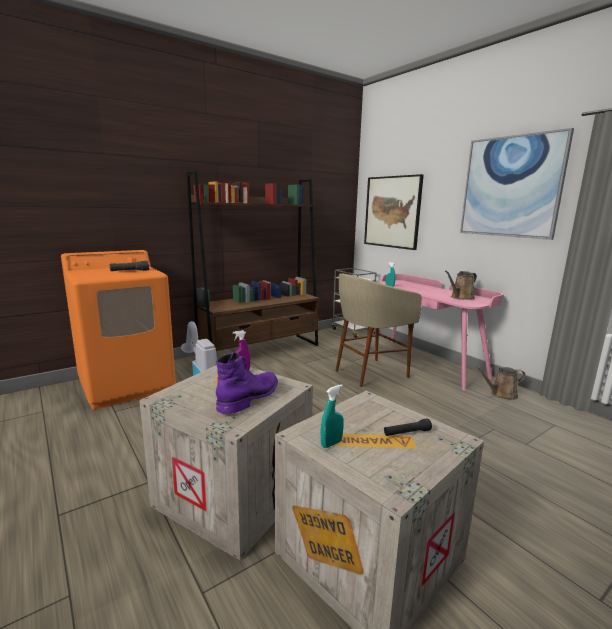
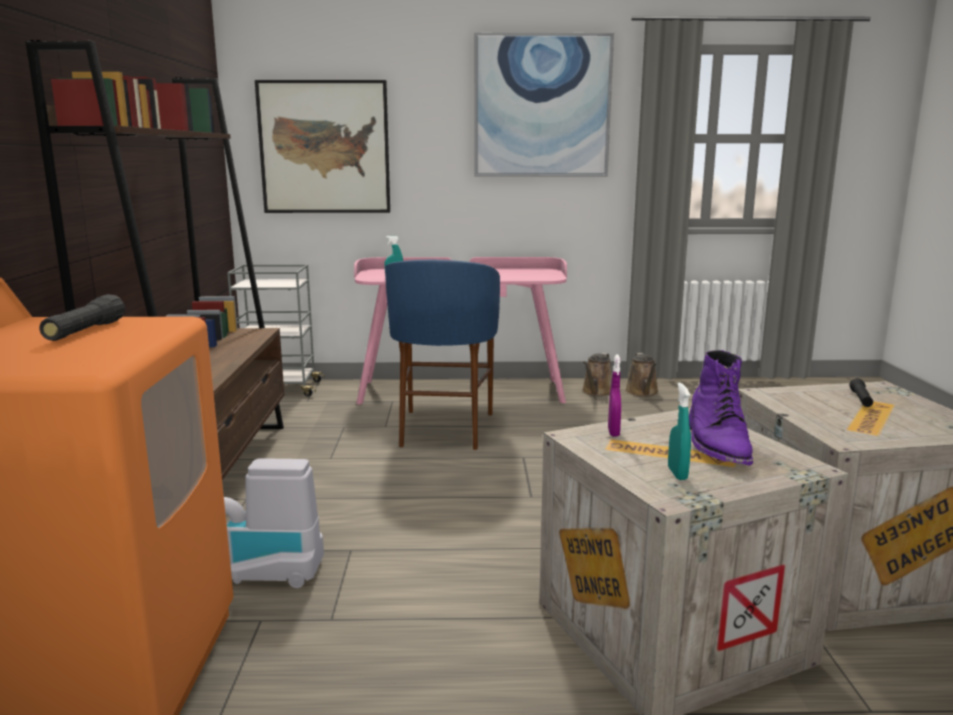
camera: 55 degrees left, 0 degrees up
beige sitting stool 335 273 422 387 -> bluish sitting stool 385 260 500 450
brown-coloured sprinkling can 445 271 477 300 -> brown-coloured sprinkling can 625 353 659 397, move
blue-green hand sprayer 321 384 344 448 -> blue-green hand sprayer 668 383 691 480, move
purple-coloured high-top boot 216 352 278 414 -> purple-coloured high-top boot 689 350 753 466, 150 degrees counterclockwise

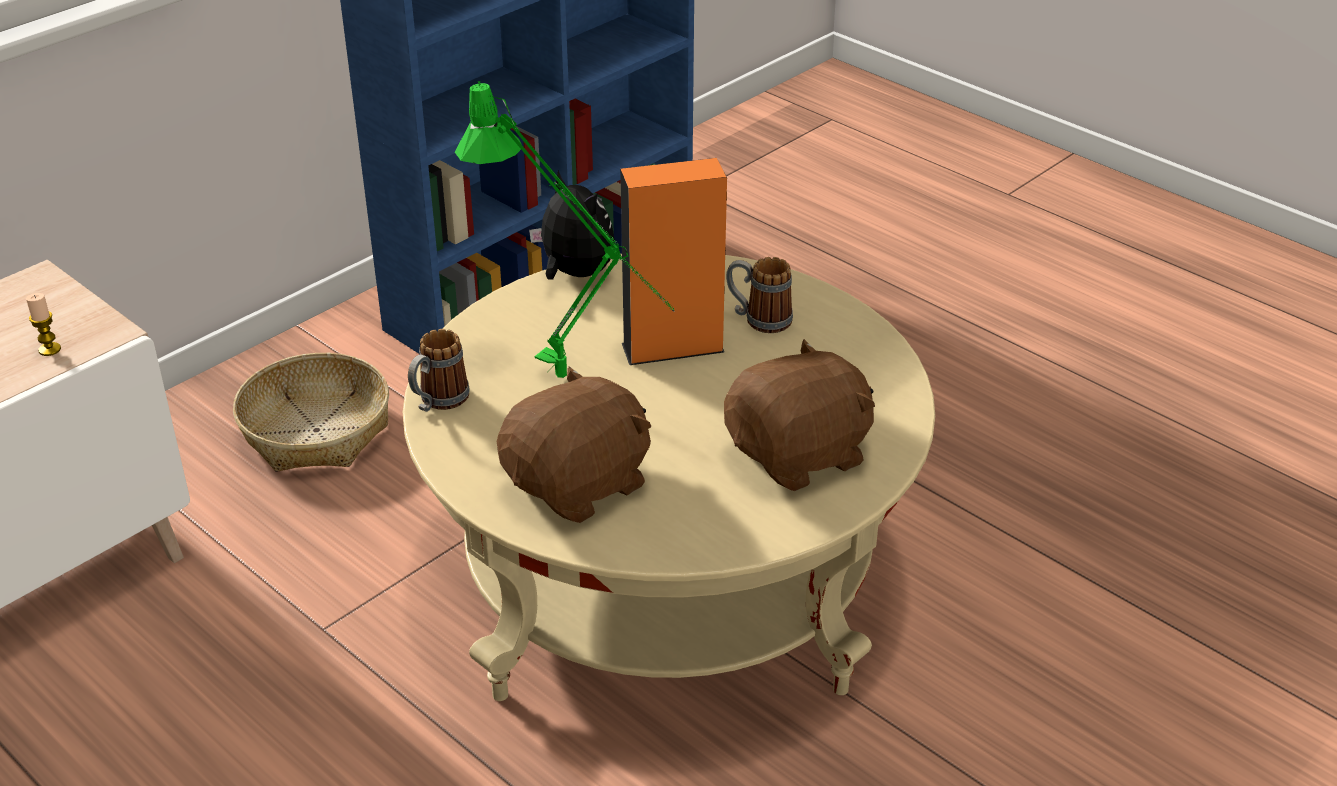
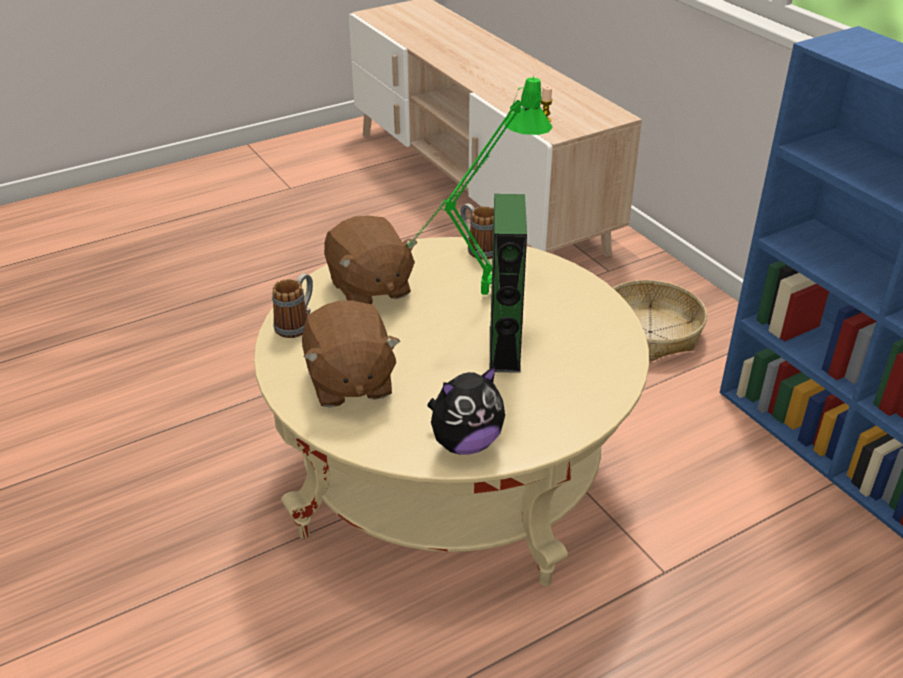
camera: 105 degrees right, 0 degrees up
coffee mug 726 257 793 333 -> coffee mug 272 273 313 338, move
soft toy 529 170 615 280 -> soft toy 427 365 505 455, move
orangey loudspeaker 620 158 727 365 -> green-coloured loudspeaker 490 194 527 373

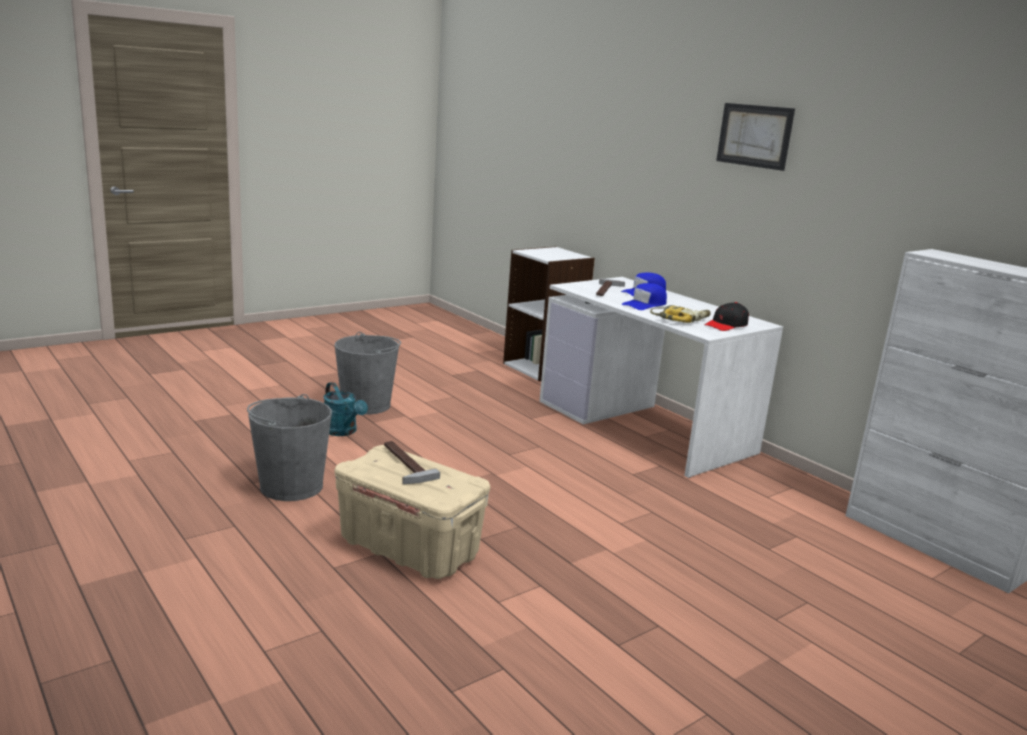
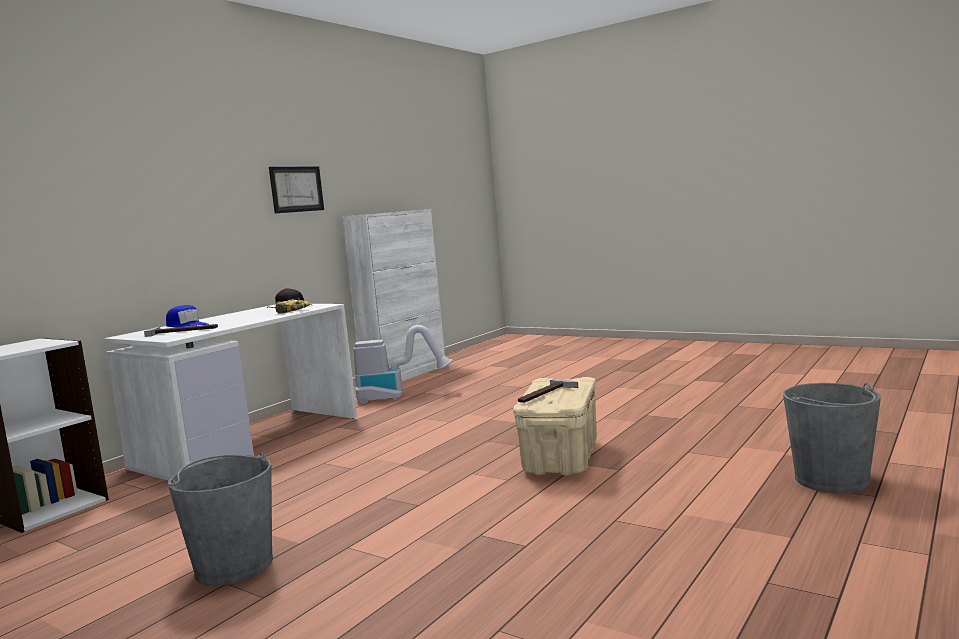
camera: 105 degrees left, 10 degrees down
wall picture 716 103 795 171 -> wall picture 269 167 324 213, move
none -> vacuum 354 325 453 404
grey water bucket 247 394 332 501 -> grey water bucket 783 383 881 493, move
blue-green sprinkling can 323 382 368 436 -> none
bluish baseball cap 622 283 667 310 -> none

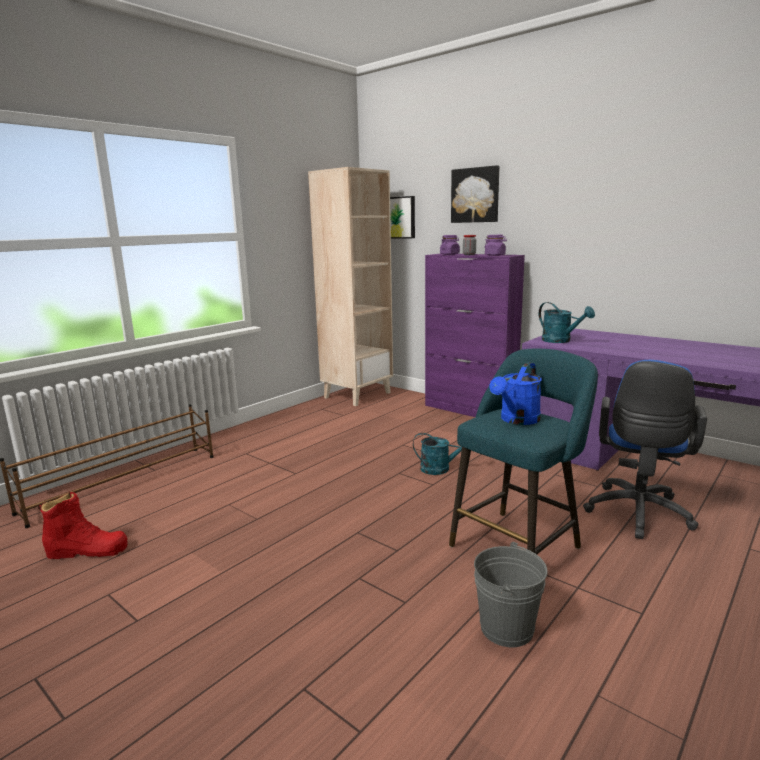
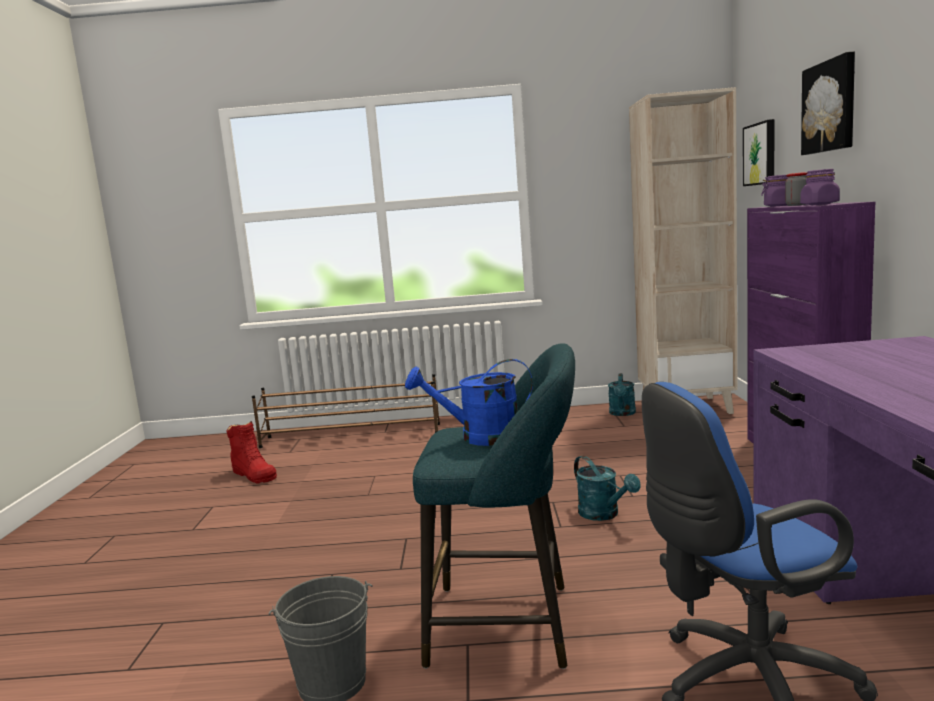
camera: 50 degrees right, 5 degrees down
blue-green sprinkling can 539 302 595 343 -> blue-green sprinkling can 608 373 636 416, move

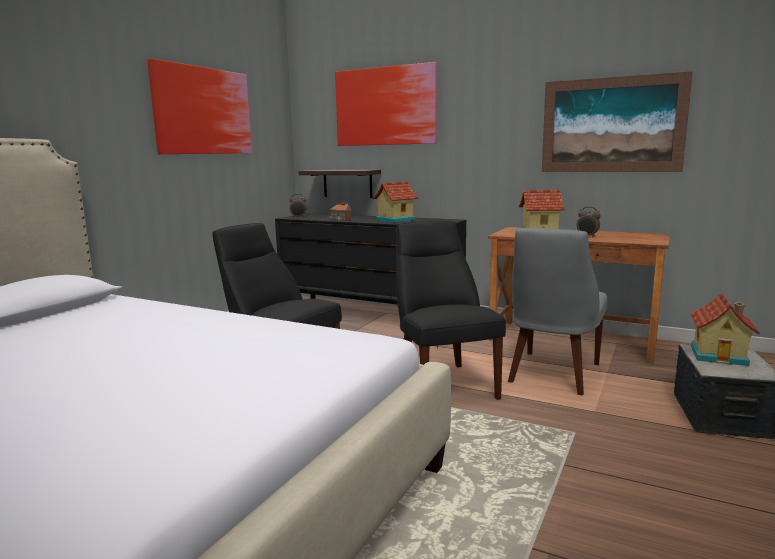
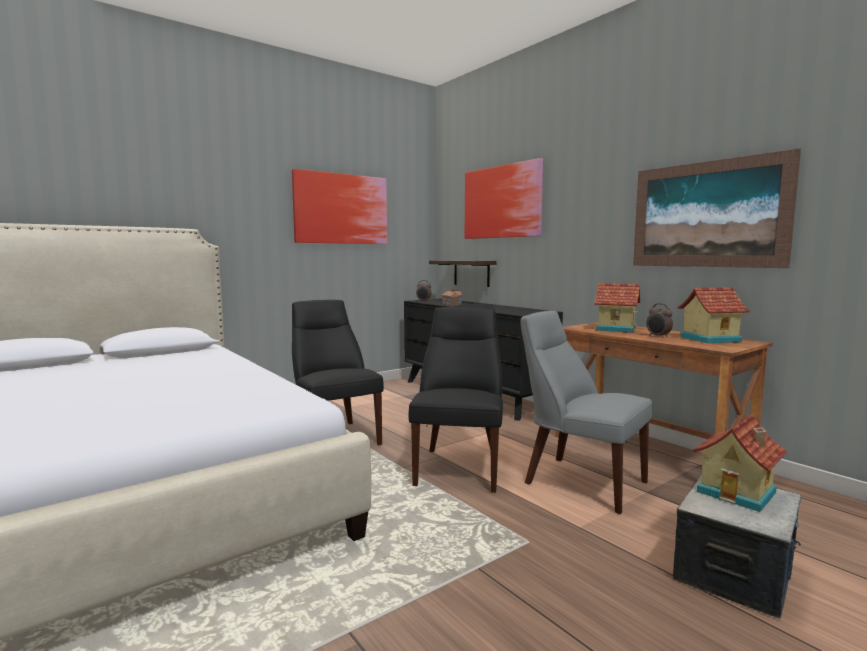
camera: 25 degrees right, 5 degrees down
grey plain chair 508 228 607 395 -> grey plain chair 521 311 652 514, 75 degrees clockwise
toy house 373 182 418 223 -> toy house 678 287 750 343, move

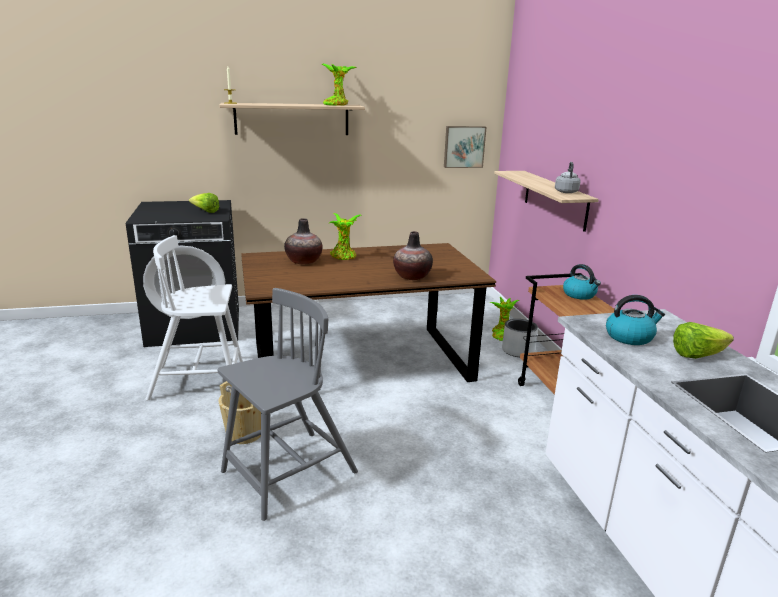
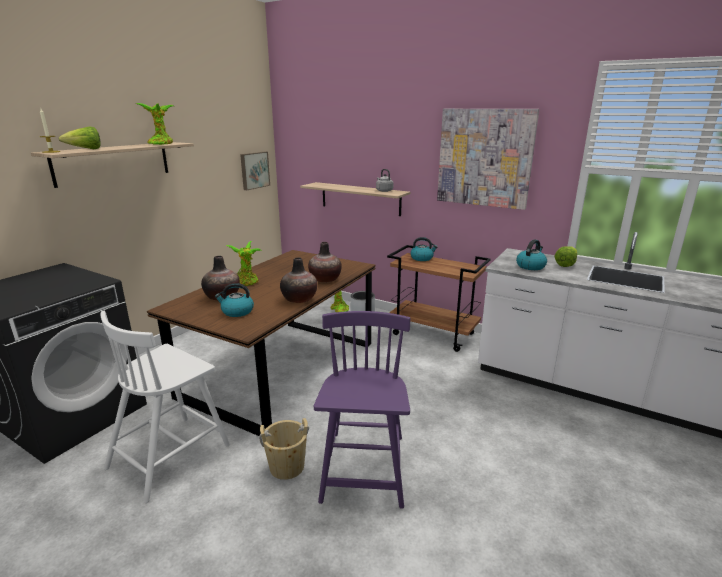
camera: 45 degrees left, 0 degrees up
head of lettuce 189 193 219 213 -> head of lettuce 59 126 100 149, move
none -> tea kettle 215 283 254 317
none -> vase 280 257 317 303
grey plain chair 218 288 358 521 -> purple-coloured plain chair 314 311 410 509
none -> wall picture 437 109 539 210

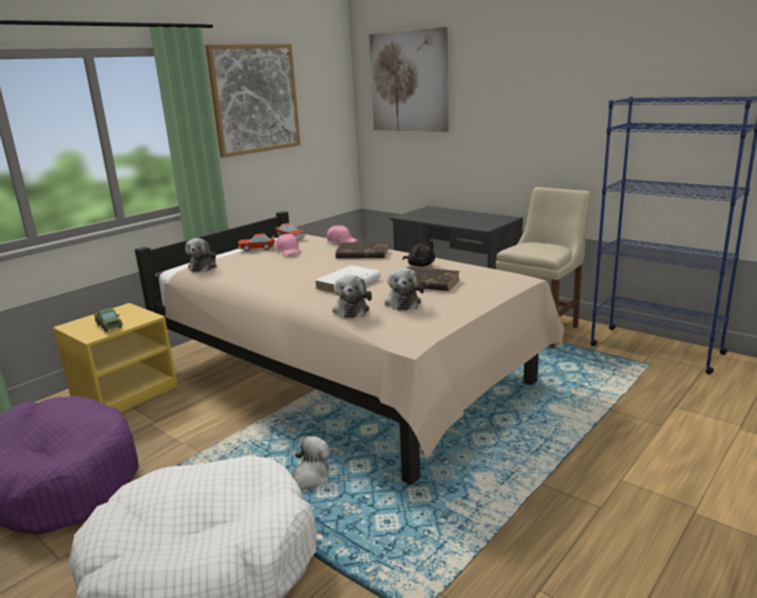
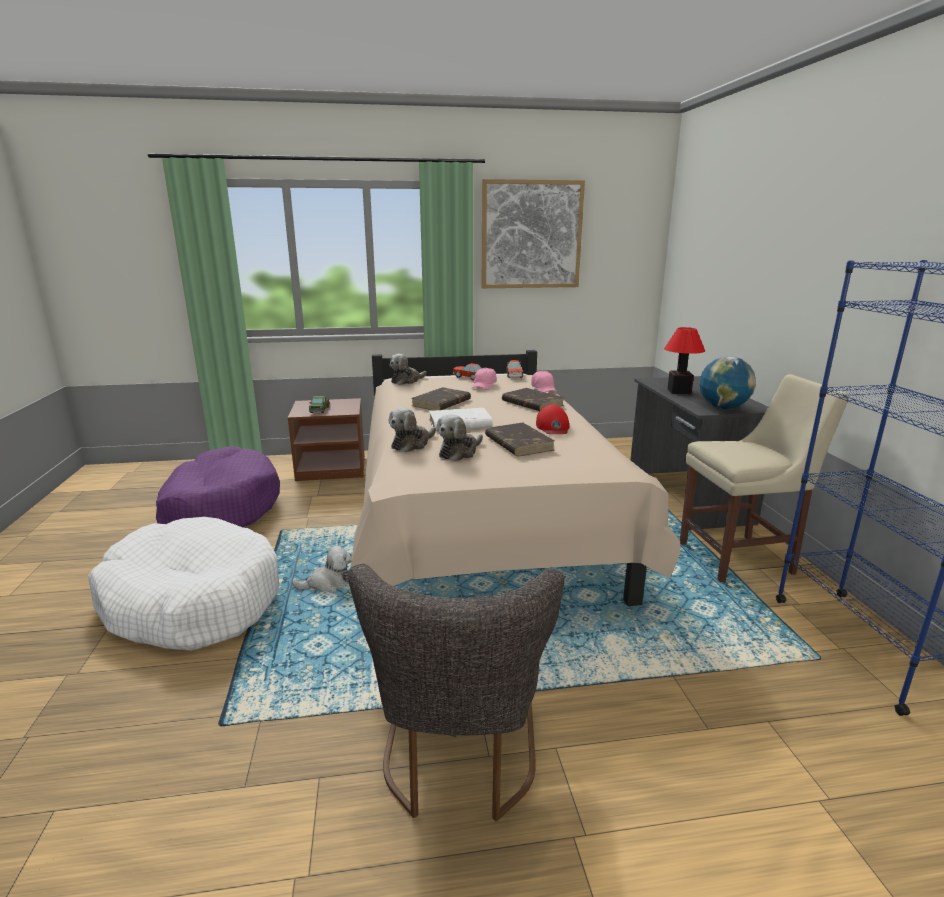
camera: 40 degrees right, 0 degrees up
yellow bedside table 53 303 178 412 -> brown-coloured bedside table 288 398 365 481
none -> grey plain chair 348 564 564 821
none -> brown-coloured bound book 412 387 471 411
black soft toy 403 242 435 267 -> red-coloured baseball cap 536 405 569 434
none -> table lamp 664 327 705 394
none -> world globe 699 356 756 409
wall picture 369 27 448 132 -> none

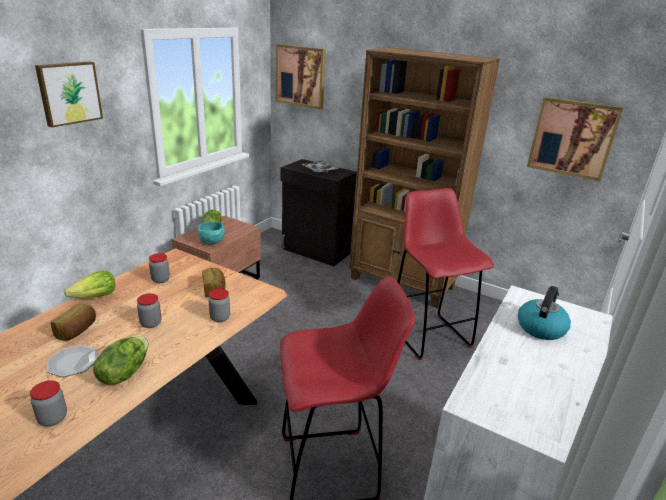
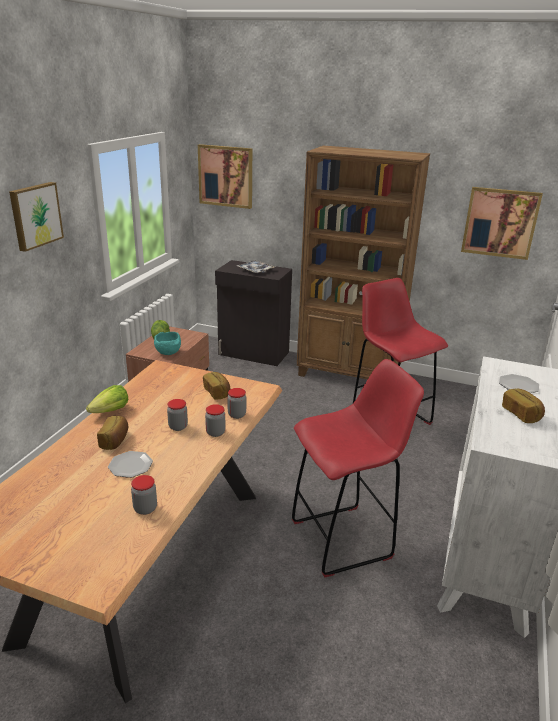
camera: 10 degrees left, 0 degrees up
preserve jar 149 253 170 283 -> preserve jar 205 404 226 437, move
tea kettle 518 286 571 340 -> dinner plate 499 374 539 393
none -> bakery bread 502 388 545 423
head of lettuce 93 336 148 385 -> none

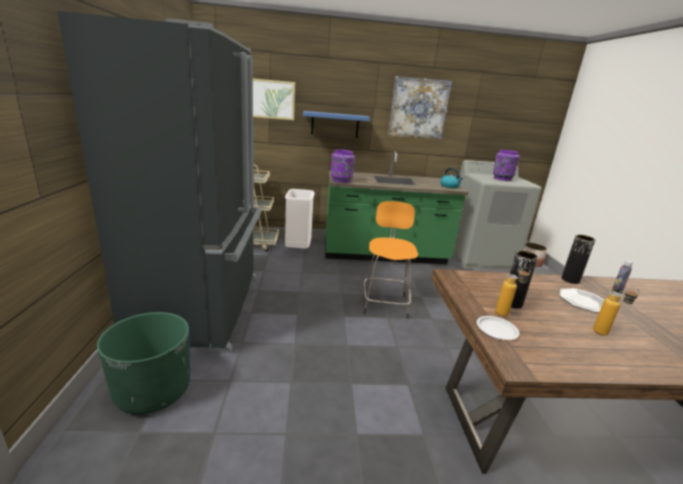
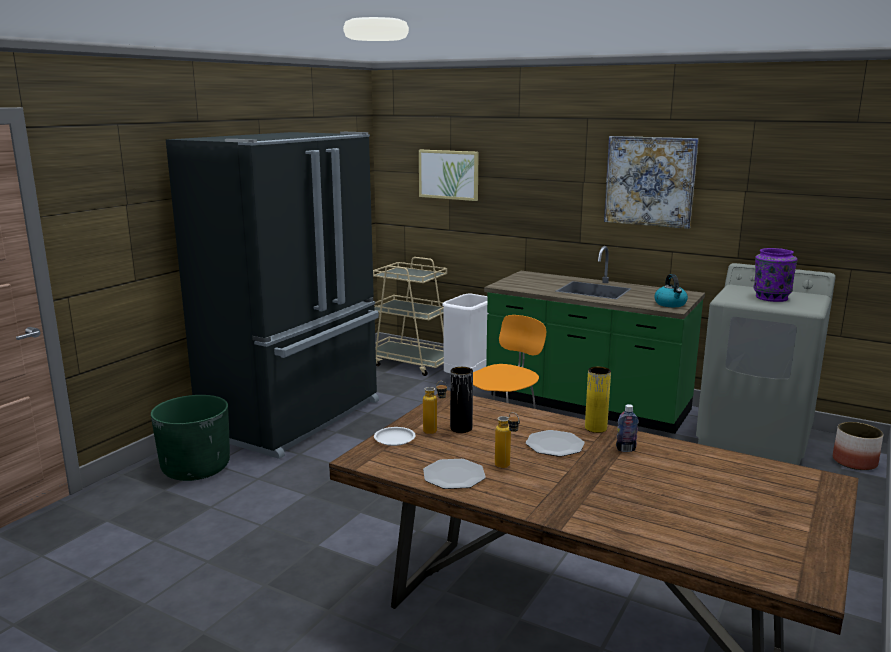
camera: 35 degrees right, 5 degrees down
none -> dinner plate 423 459 486 489
black vase 561 235 595 284 -> yellow vase 585 366 611 433
bluish shelf 303 111 370 138 -> none
purple-coloured vase 331 149 355 183 -> none

